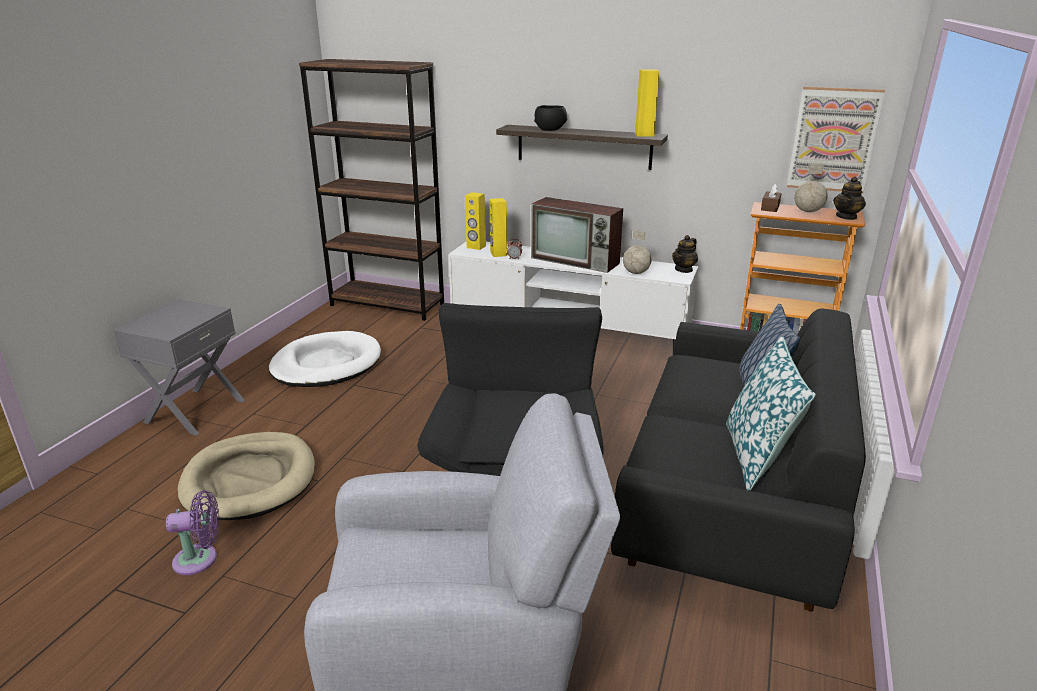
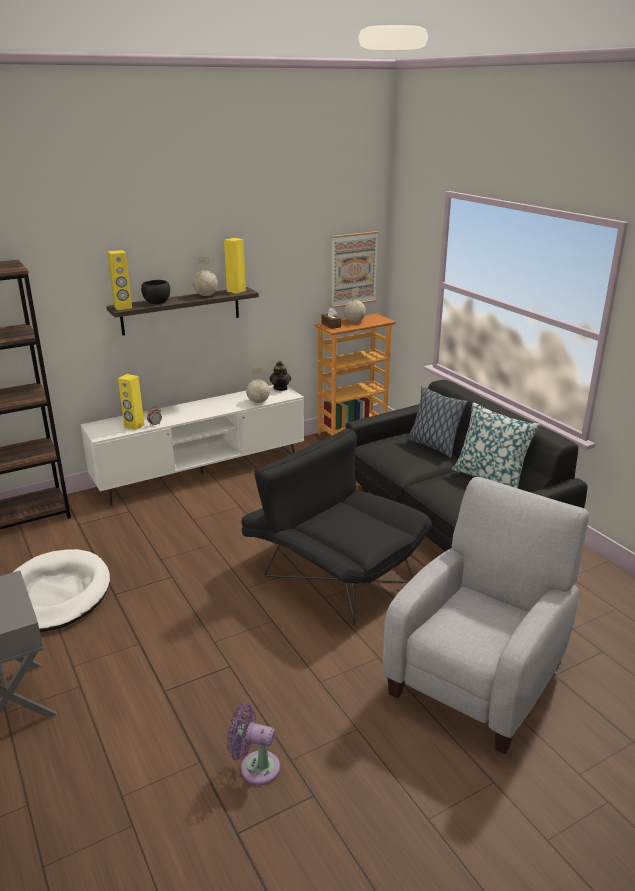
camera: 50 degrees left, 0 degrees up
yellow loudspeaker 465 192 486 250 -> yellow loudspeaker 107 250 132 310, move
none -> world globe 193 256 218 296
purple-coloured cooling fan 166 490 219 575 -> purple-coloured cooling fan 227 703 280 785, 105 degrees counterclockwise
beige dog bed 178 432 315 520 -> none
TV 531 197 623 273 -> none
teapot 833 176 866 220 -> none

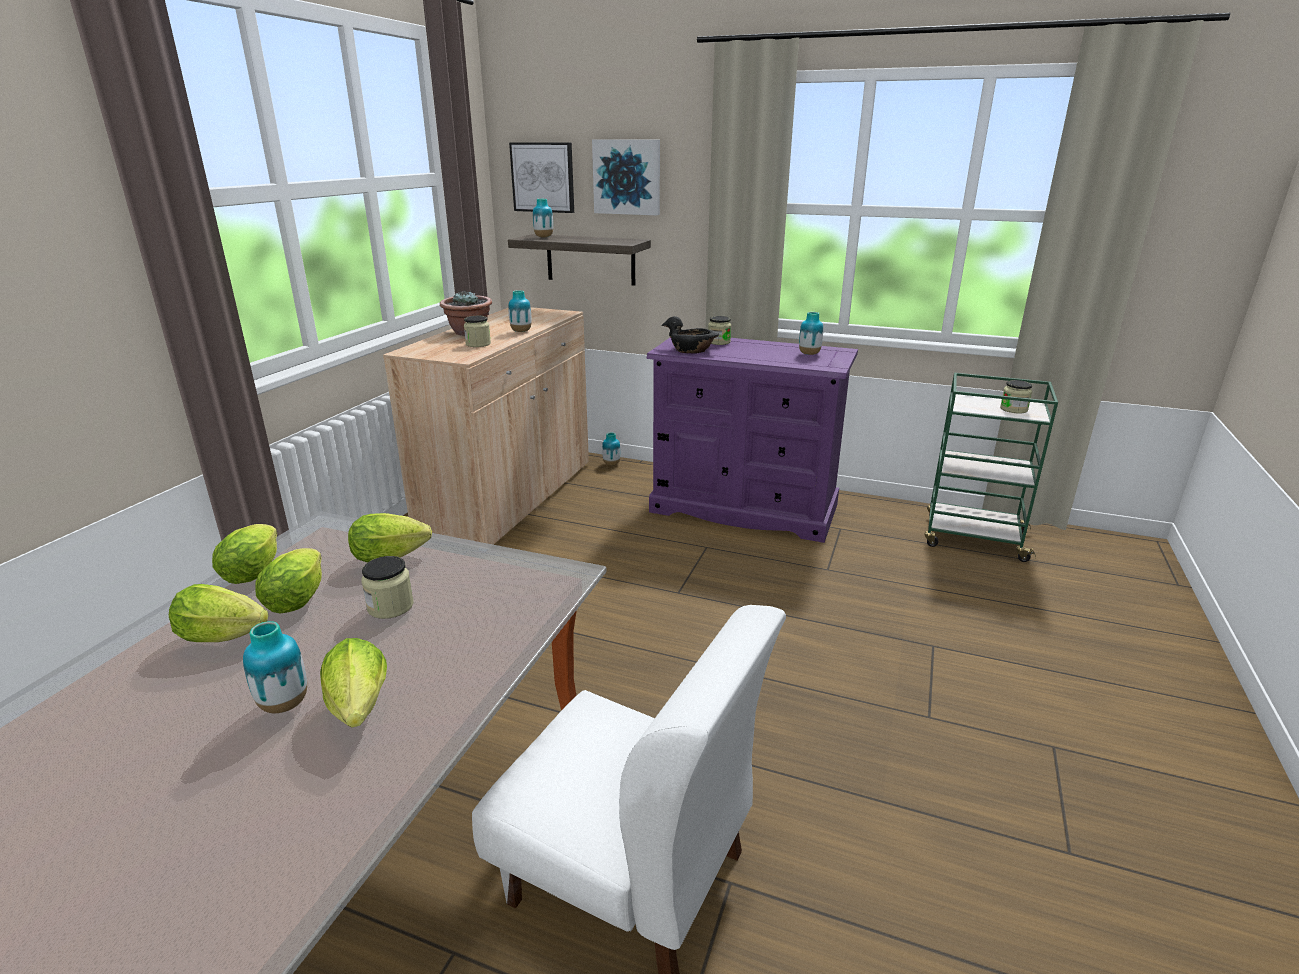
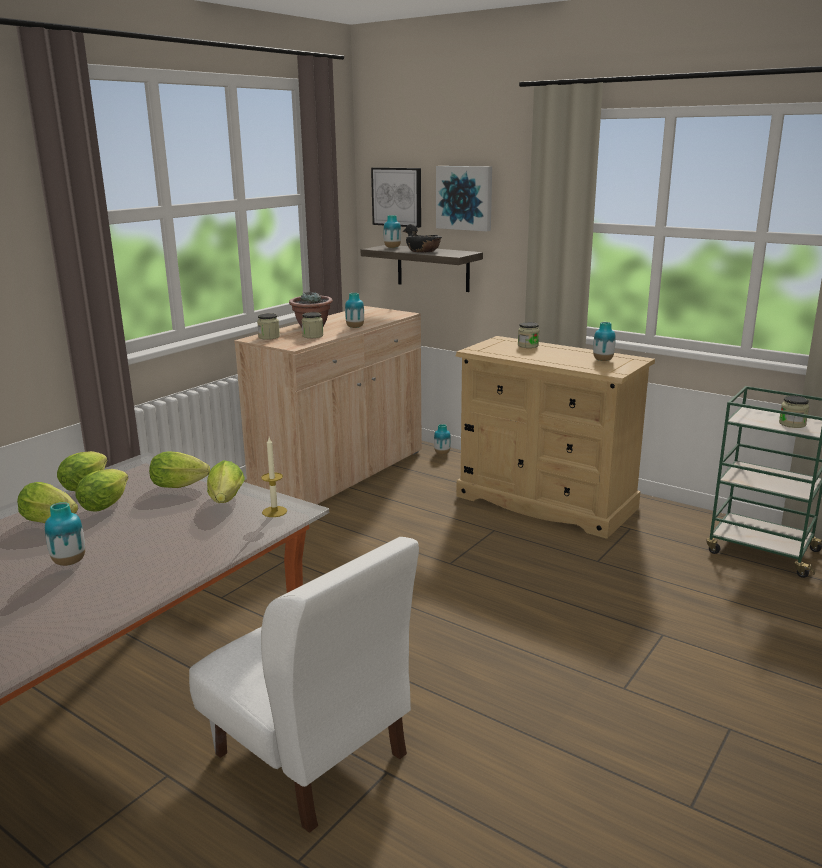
camera: 15 degrees right, 5 degrees down
head of lettuce 320 638 387 728 -> head of lettuce 207 460 245 503, move
preserve jar 362 556 414 619 -> preserve jar 257 313 280 340, move
none -> wax candle 261 437 287 517
black deep dish 661 316 719 354 -> black deep dish 403 224 442 253, move
purple-coloured chest of drawers 646 338 858 543 -> beige chest of drawers 456 336 655 539

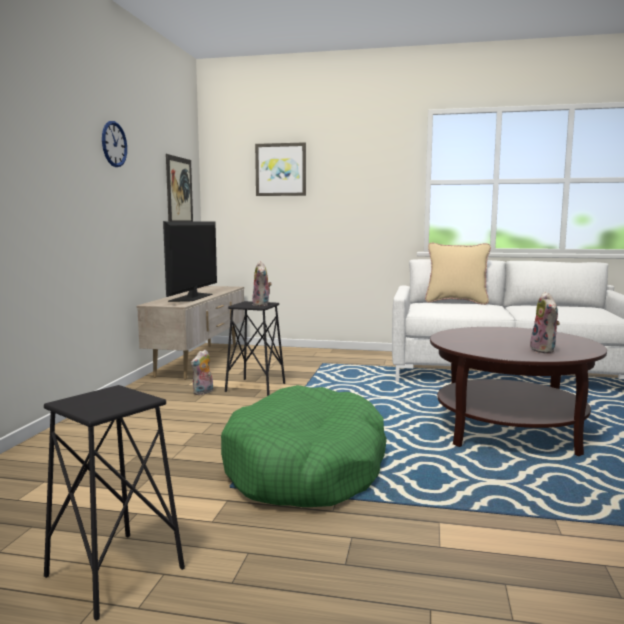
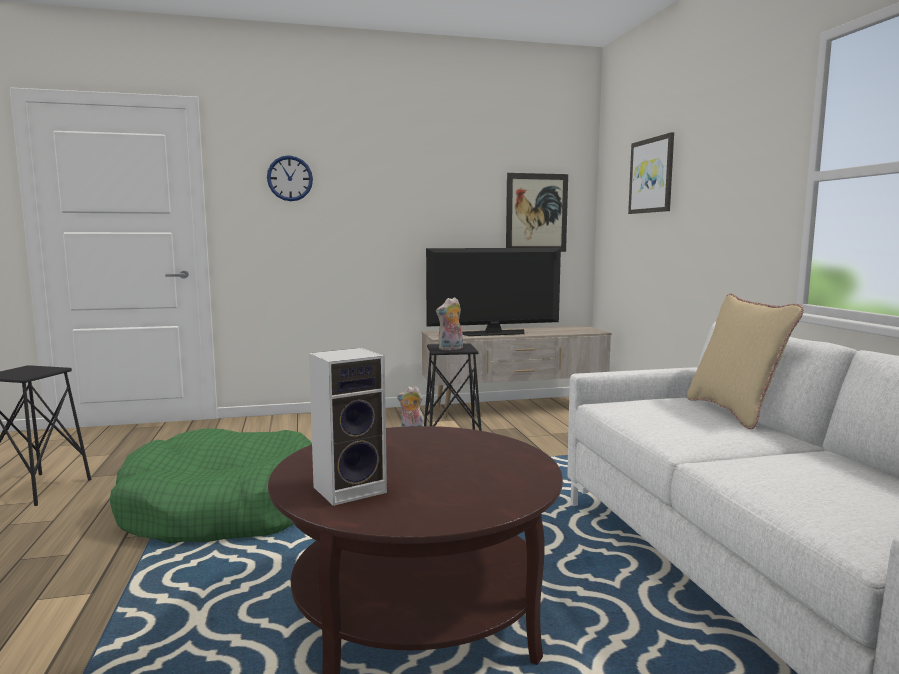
camera: 65 degrees right, 0 degrees up
wall clock 102 121 127 167 -> wall clock 267 155 313 201, move
soft toy 530 292 560 354 -> loudspeaker 309 348 387 506

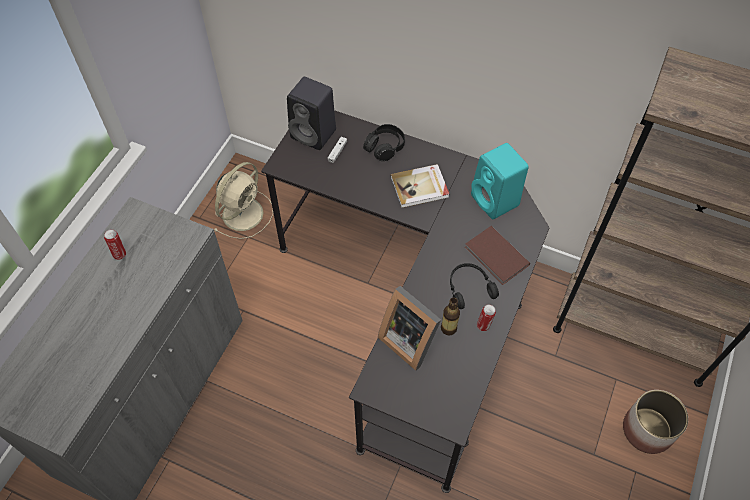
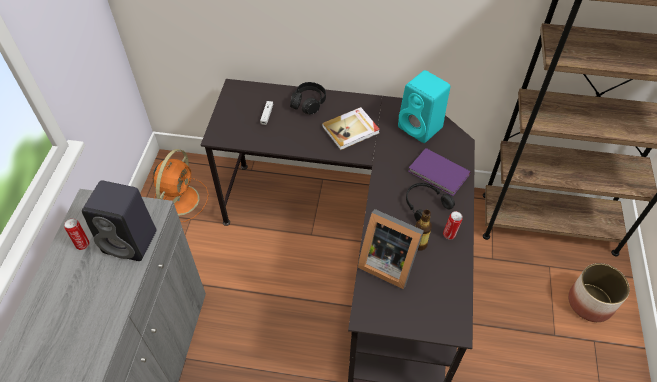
camera: 15 degrees left, 5 degrees down
black loudspeaker 287 77 336 150 -> black loudspeaker 82 181 157 261, move
beige cooling fan 214 162 273 239 -> orangey cooling fan 152 149 209 222
brown-coloured bound book 465 226 530 285 -> purple-coloured bound book 408 148 471 196

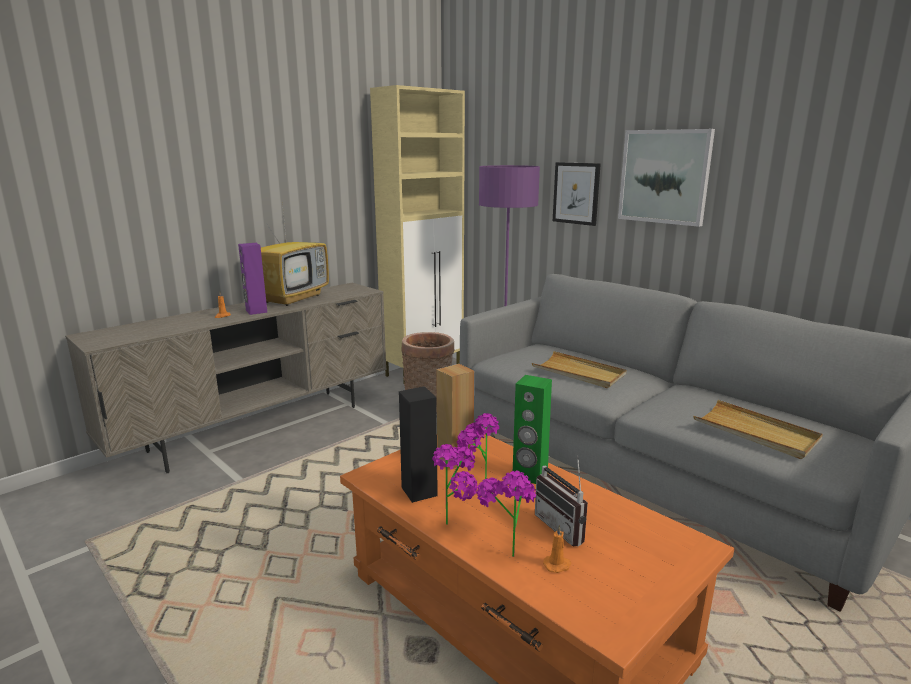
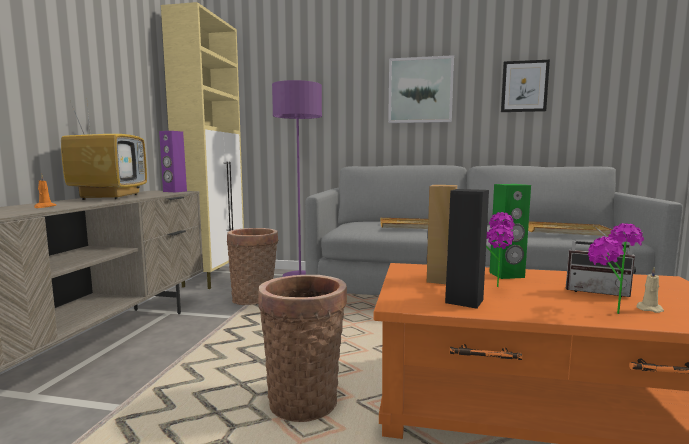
camera: 35 degrees left, 10 degrees down
purple-coloured loudspeaker 238 243 268 315 -> purple-coloured loudspeaker 159 131 187 192, move
none -> basket 258 275 347 422
wall picture 553 162 601 226 -> wall picture 501 60 550 112, move
orangey wax candle 543 525 572 573 -> beige wax candle 636 267 664 313
plant in a pot 432 444 478 525 -> none

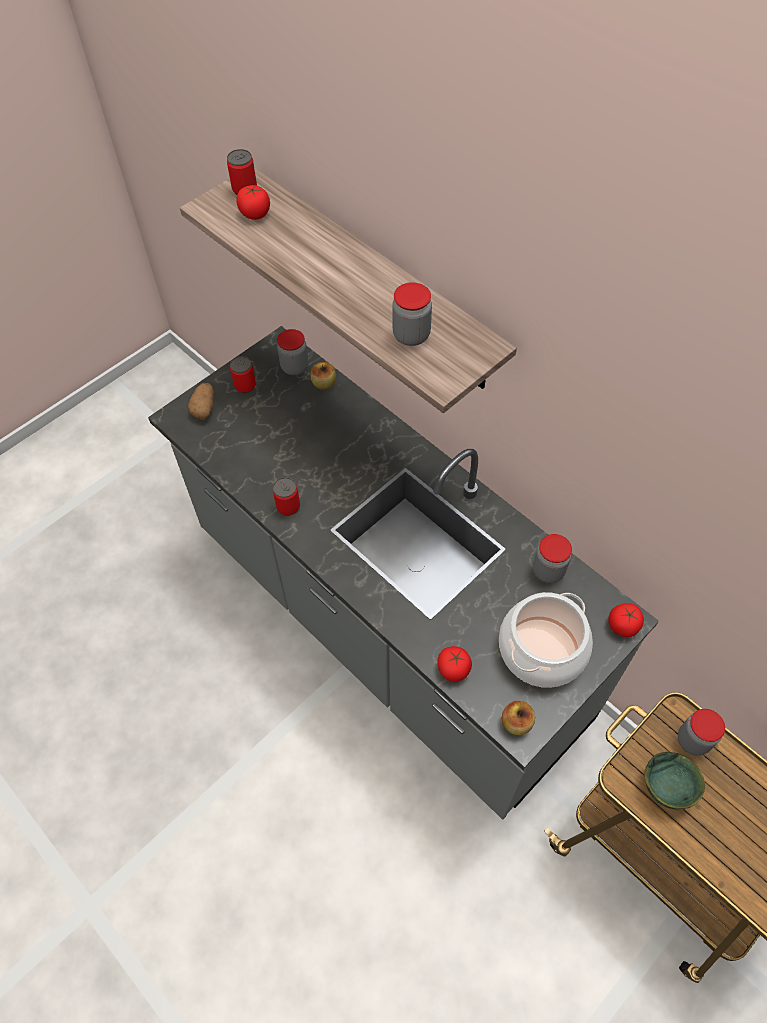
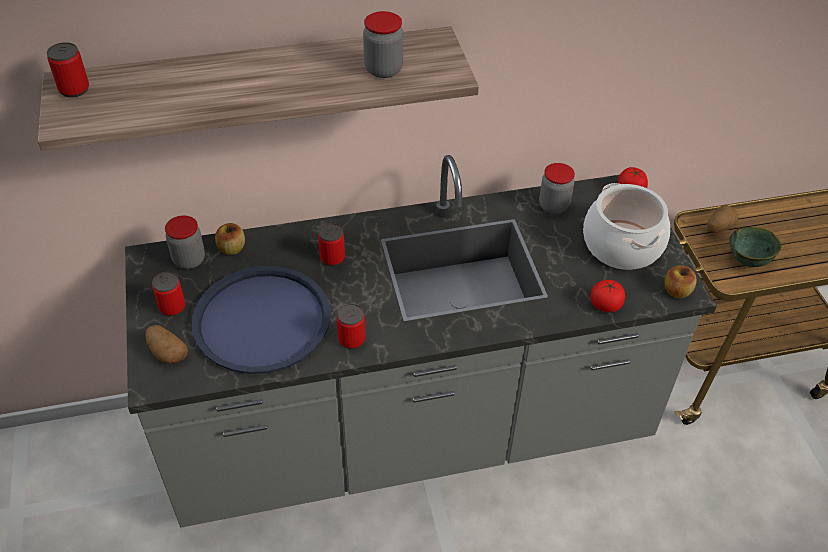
camera: 60 degrees left, 10 degrees down
none -> bluish serving tray 192 266 331 374
none -> sealed can 318 223 345 266
preserve jar 678 709 725 756 -> spud 707 205 739 233
whole tomato 236 185 270 220 -> none

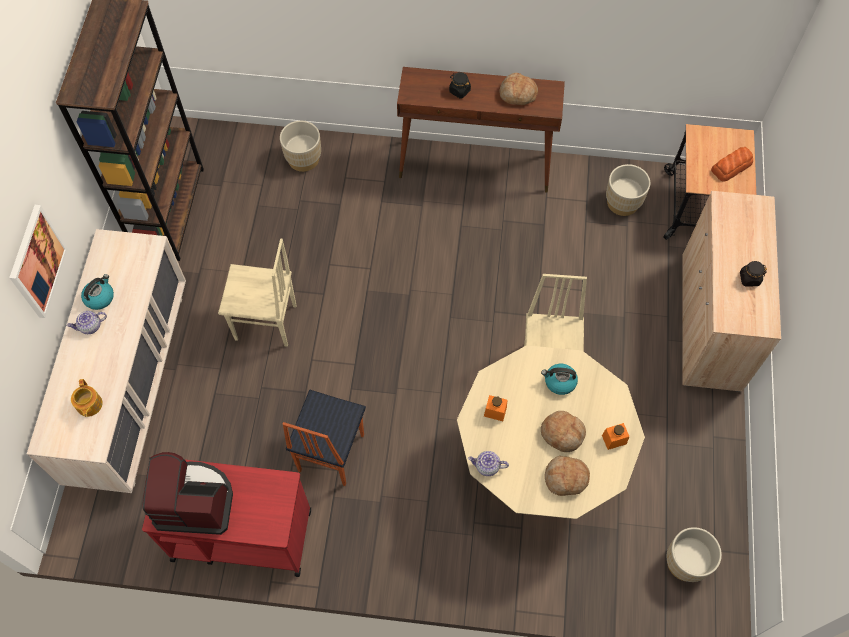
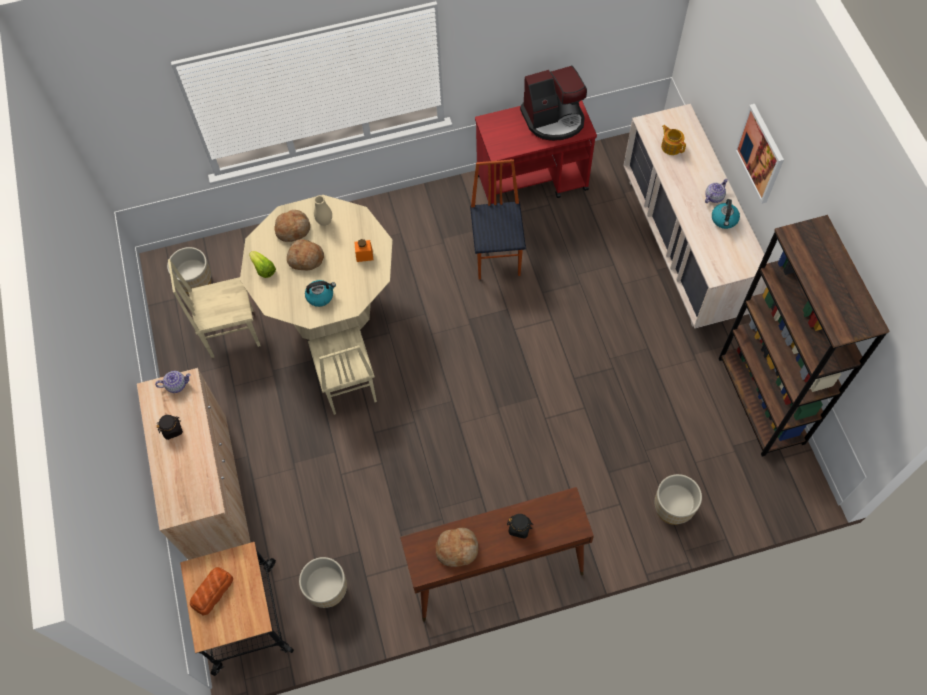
camera: 160 degrees right, 0 degrees up
teapot 468 451 509 476 -> teapot 155 371 191 393, move
beige plain chair 218 238 297 347 -> beige plain chair 168 259 260 358, move
orangey preserve jar 602 423 630 450 -> head of lettuce 249 251 276 278
none -> beige vase 314 195 332 226

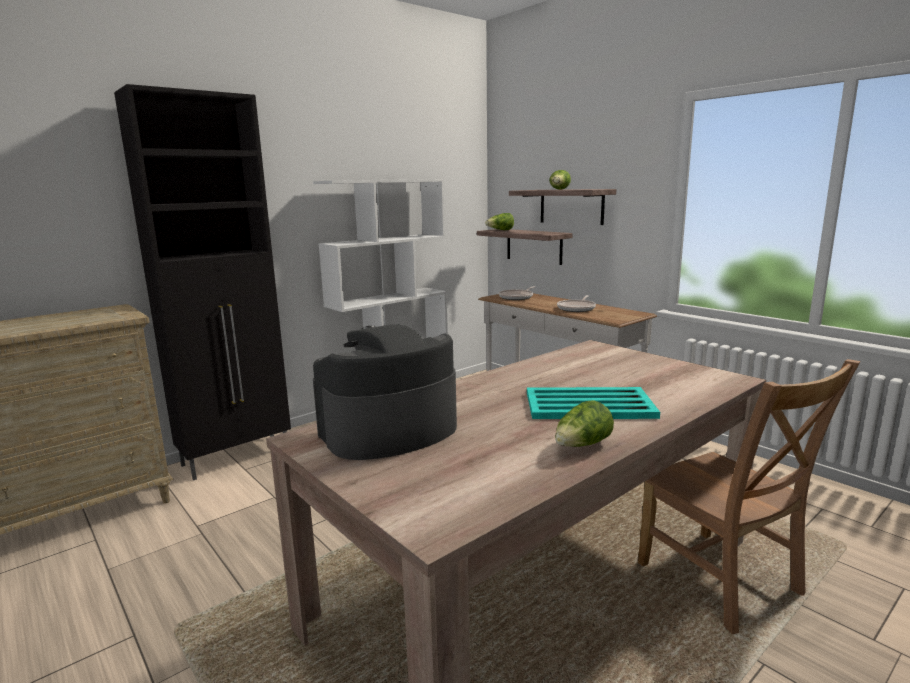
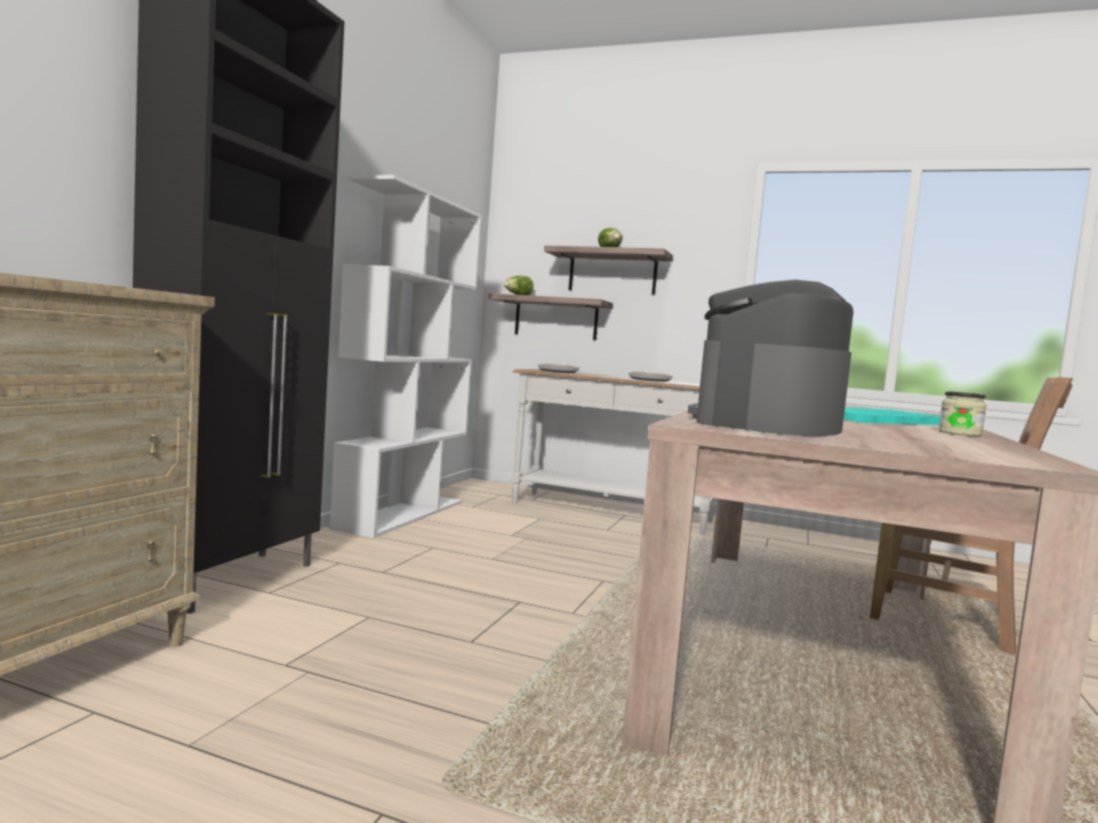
camera: 30 degrees left, 10 degrees down
head of lettuce 555 400 614 447 -> preserve jar 938 391 987 436

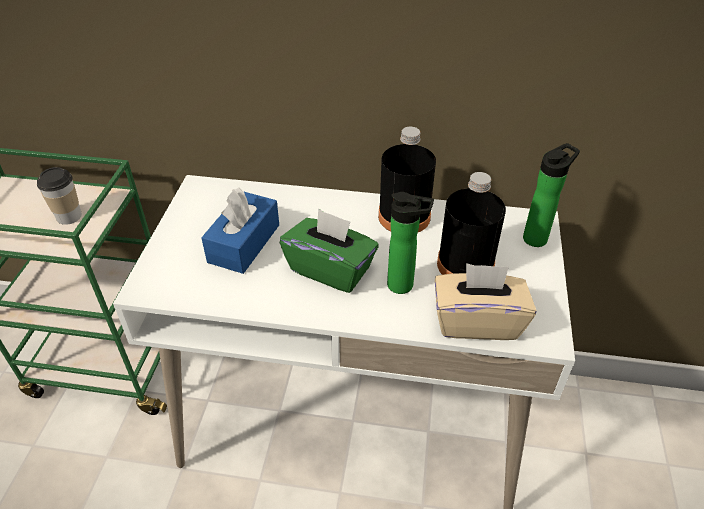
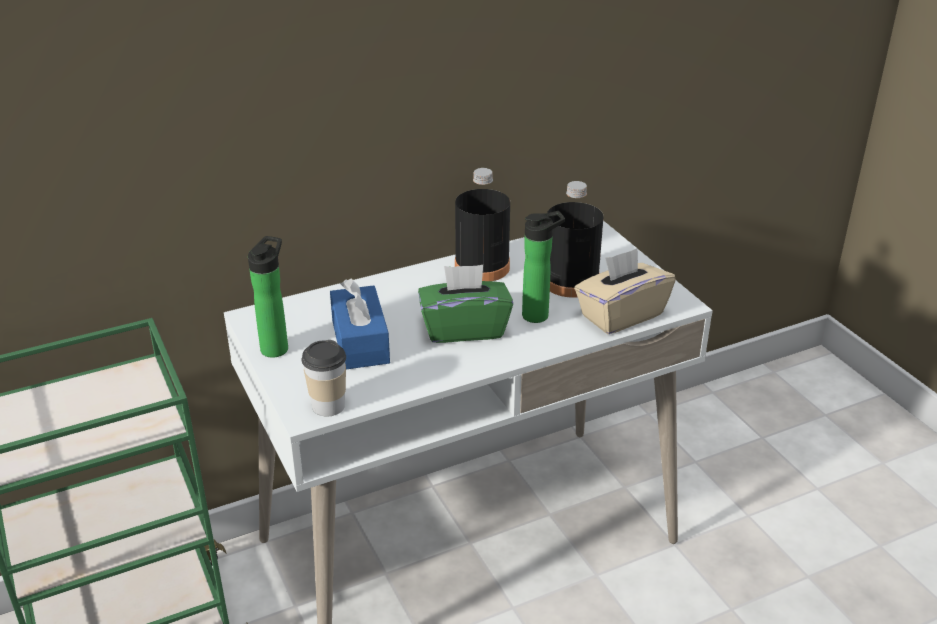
camera: 35 degrees left, 10 degrees down
bottle 523 143 580 247 -> bottle 248 236 288 358, move
drinking cup 37 167 82 225 -> drinking cup 302 340 346 417, move

